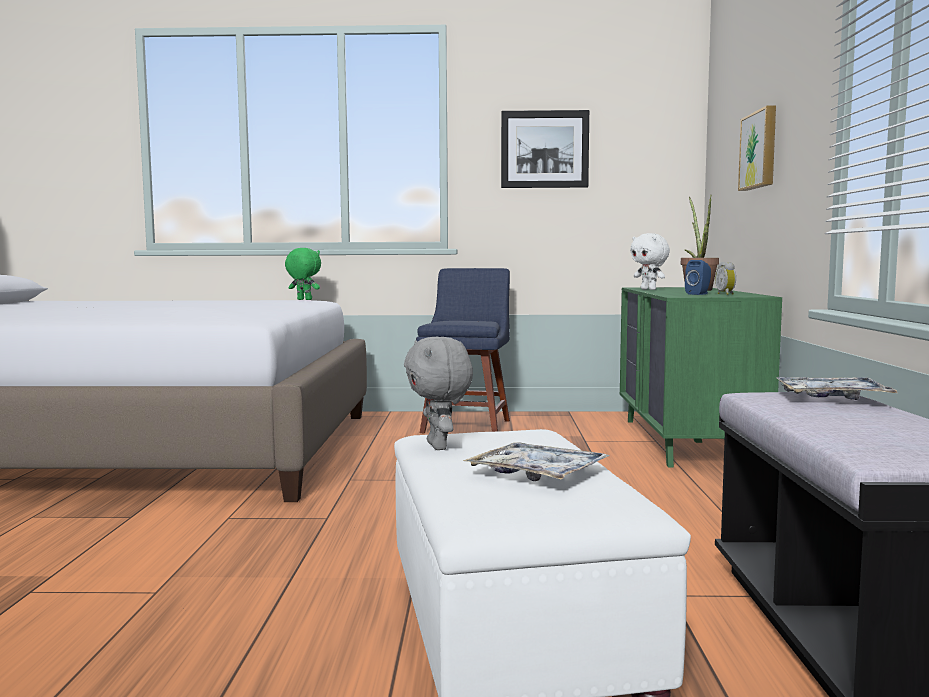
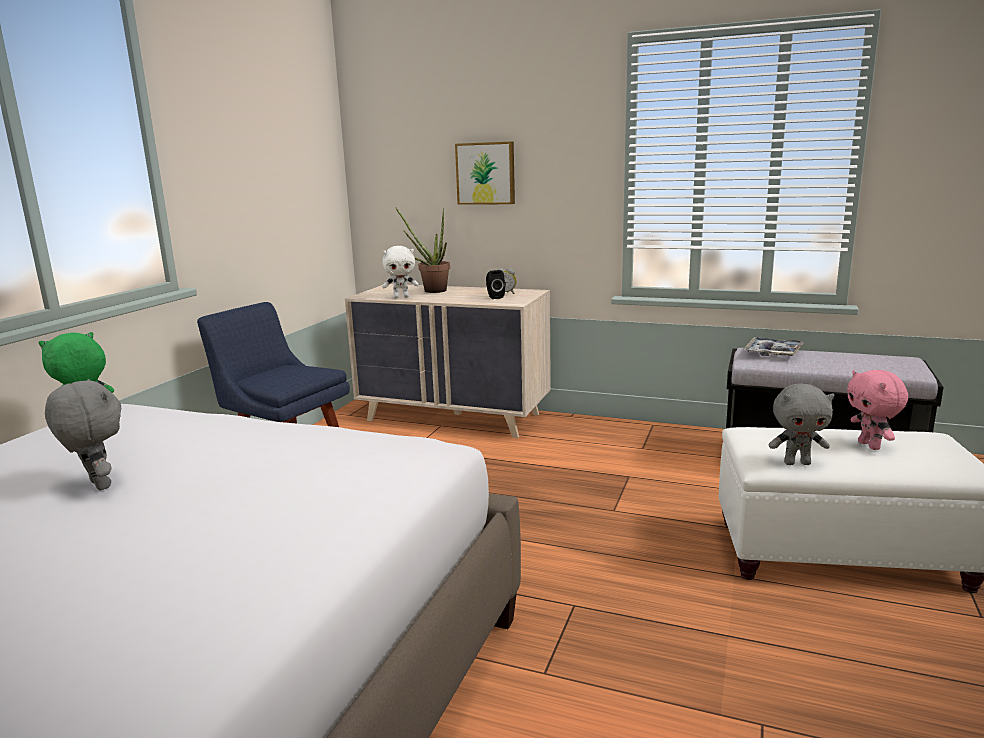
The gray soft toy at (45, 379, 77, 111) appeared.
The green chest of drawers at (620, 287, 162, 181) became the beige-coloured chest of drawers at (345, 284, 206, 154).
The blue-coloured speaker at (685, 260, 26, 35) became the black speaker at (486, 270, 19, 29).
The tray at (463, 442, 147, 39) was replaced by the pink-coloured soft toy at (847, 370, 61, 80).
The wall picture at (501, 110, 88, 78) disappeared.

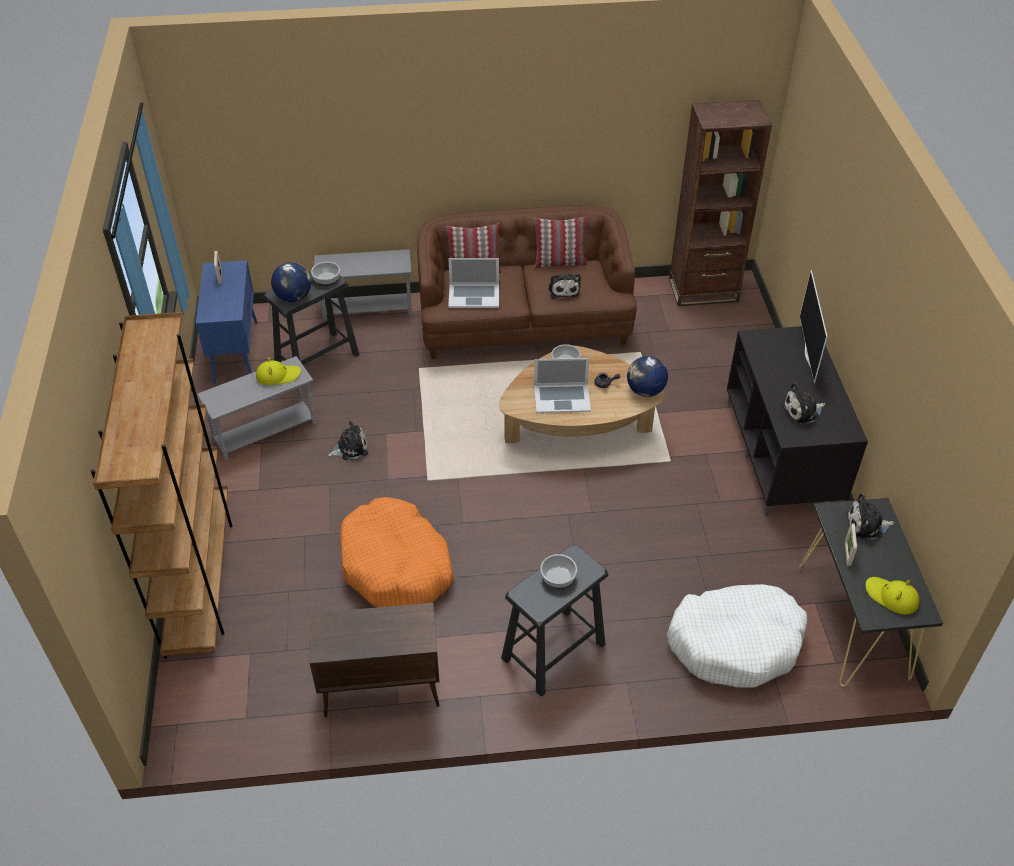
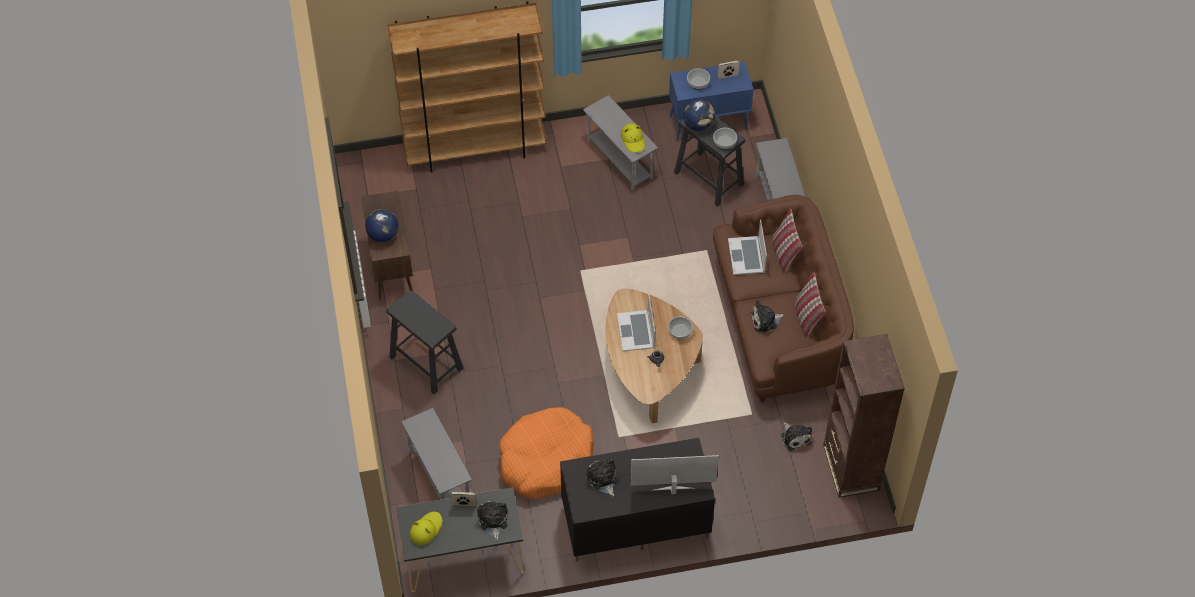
The desk globe moved from (627, 356, 41, 41) to (365, 209, 33, 33).
The whitish dog cushion at (667, 584, 141, 104) was replaced by the gray end table at (402, 408, 70, 92).
The orangey dog cushion moved from (340, 497, 114, 110) to (500, 407, 94, 92).
The serving bowl moved from (540, 554, 37, 34) to (687, 68, 23, 22).
The soft toy moved from (328, 421, 40, 39) to (781, 422, 31, 29).

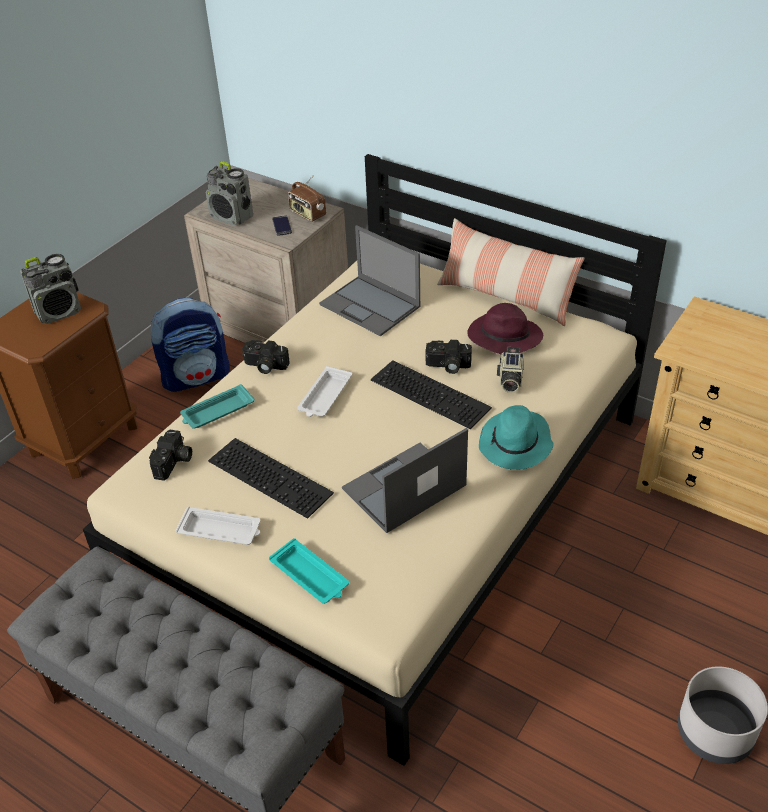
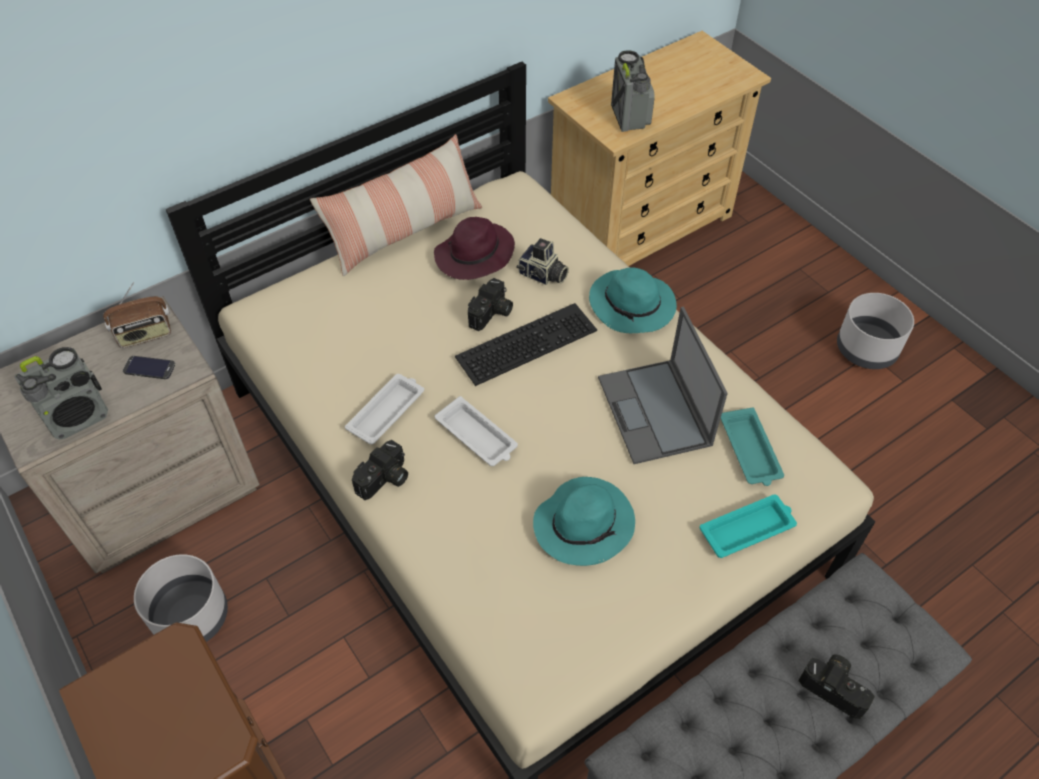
The rucksack at (150, 297, 80, 95) was replaced by the gray planter at (134, 554, 94, 88).
The whitish tray moved from (176, 507, 84, 38) to (345, 374, 79, 71).
The keyboard at (208, 438, 126, 81) was replaced by the blue-green clothing hat at (533, 477, 102, 89).
The radio receiver moved from (20, 254, 61, 70) to (611, 50, 44, 82).
The blue-green tray moved from (180, 384, 75, 45) to (721, 407, 63, 79).
The still camera moved from (149, 429, 43, 52) to (799, 654, 76, 65).
The notebook computer at (319, 225, 102, 111) disappeared.

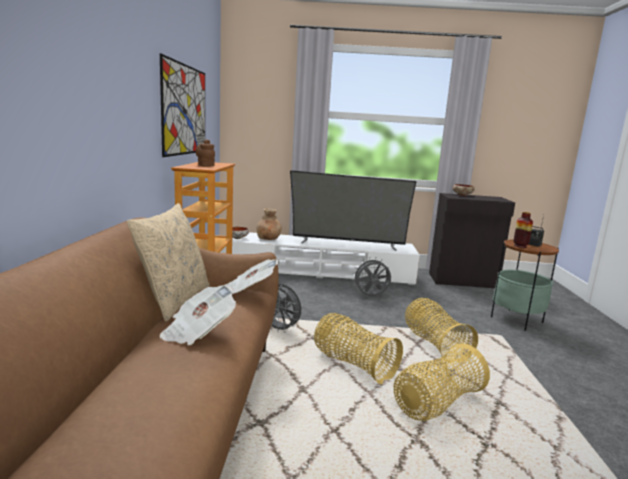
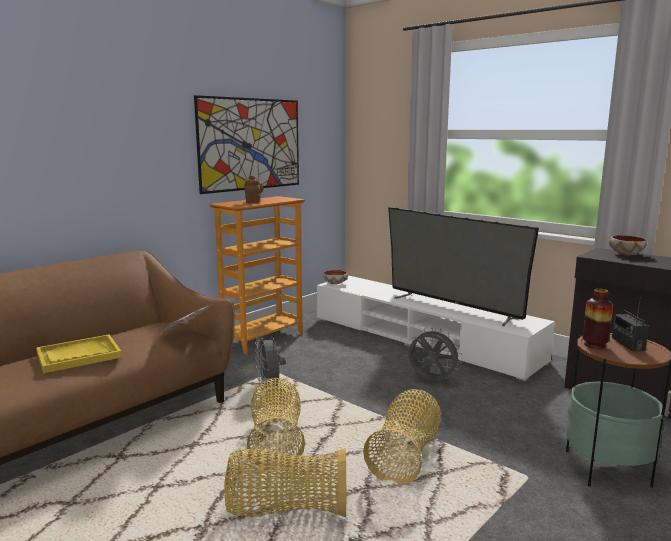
The newspaper at (160, 285, 76, 60) was replaced by the yellow-coloured tray at (36, 334, 86, 39).
The beige-coloured pillow at (127, 203, 83, 118) disappeared.
The brown flower vase at (256, 209, 26, 31) disappeared.

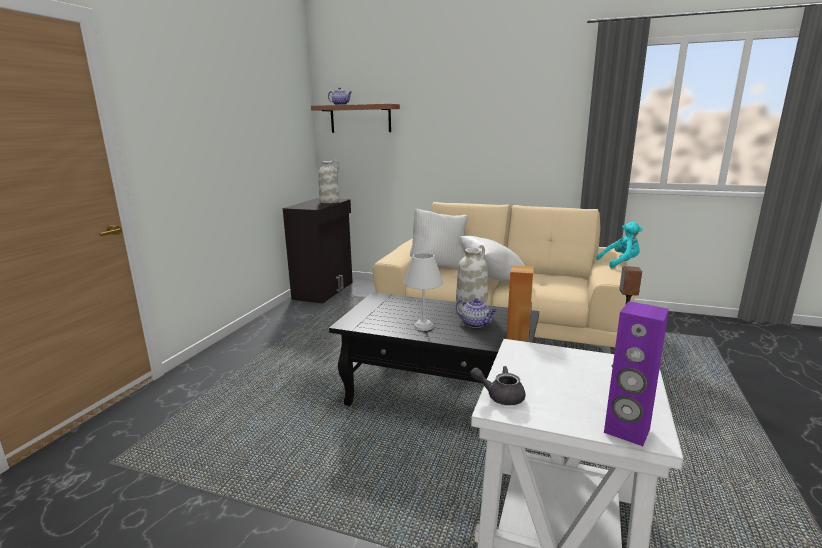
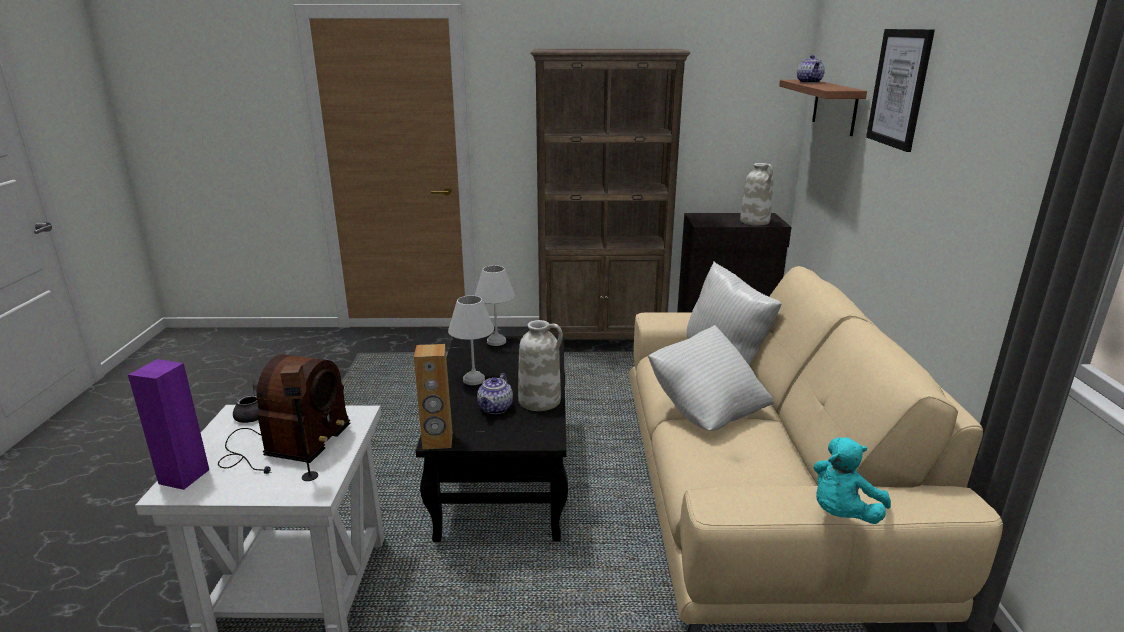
The radio receiver at (218, 354, 133, 120) appeared.
The whitish tabletop lamp at (475, 265, 40, 81) appeared.
The brown bookshelf at (531, 49, 159, 291) appeared.
The blue-green soft toy at (596, 222, 47, 47) turned 75 degrees clockwise.
The wall picture at (866, 29, 69, 123) appeared.

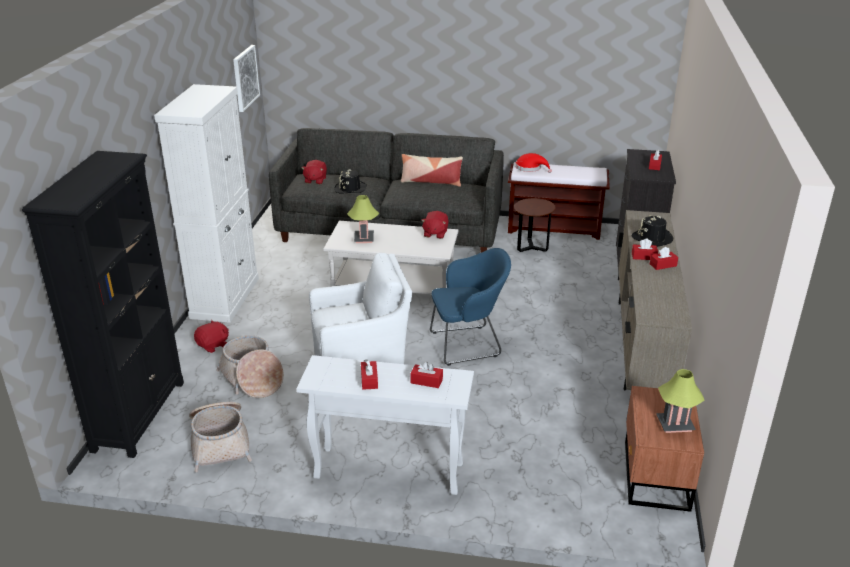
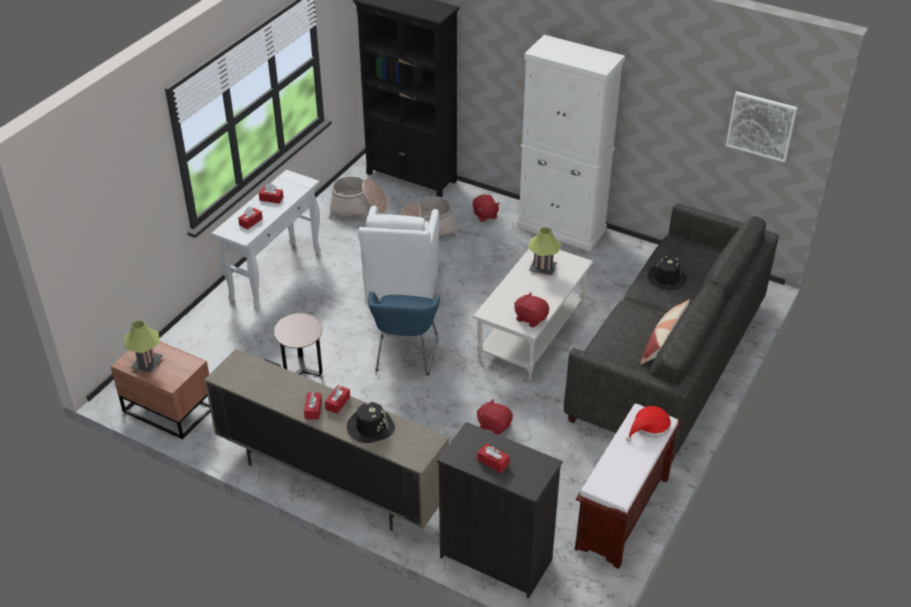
The brown end table moved from (514, 198, 42, 54) to (274, 313, 49, 63).
The red-coloured soft toy moved from (301, 160, 26, 24) to (477, 399, 36, 36).

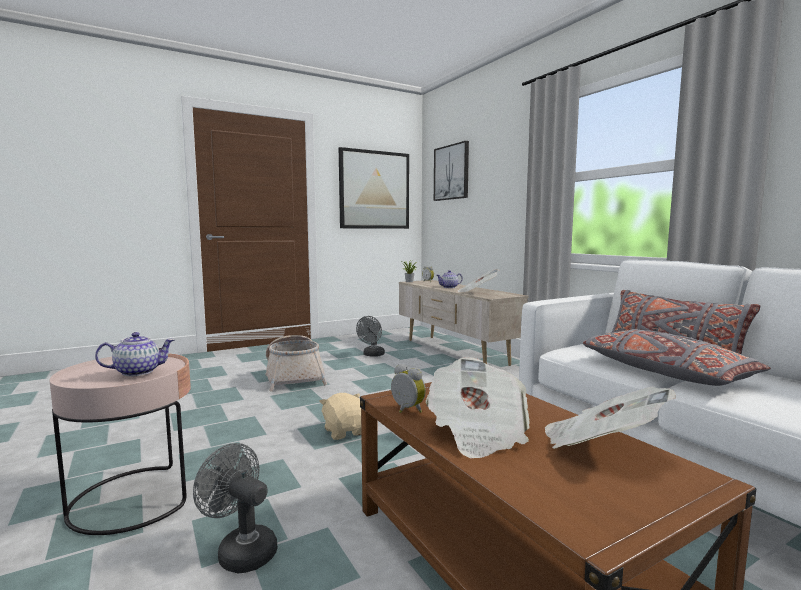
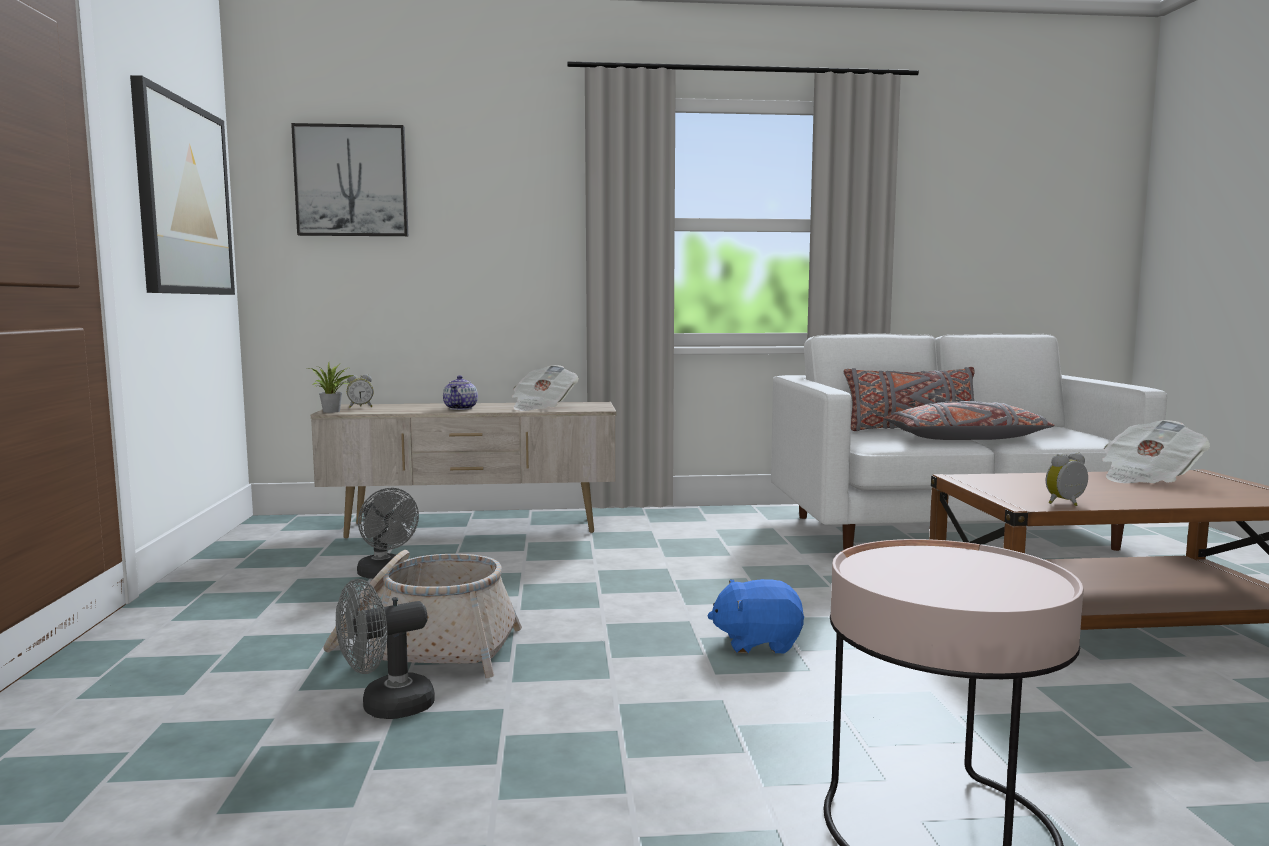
The gray electric fan moved from (193, 443, 84, 131) to (336, 579, 98, 140).
The beige-coloured soft toy at (319, 393, 43, 47) became the blue-coloured soft toy at (707, 579, 97, 74).
The pot for tea at (95, 332, 80, 44) disappeared.
The newspaper at (426, 357, 104, 101) disappeared.

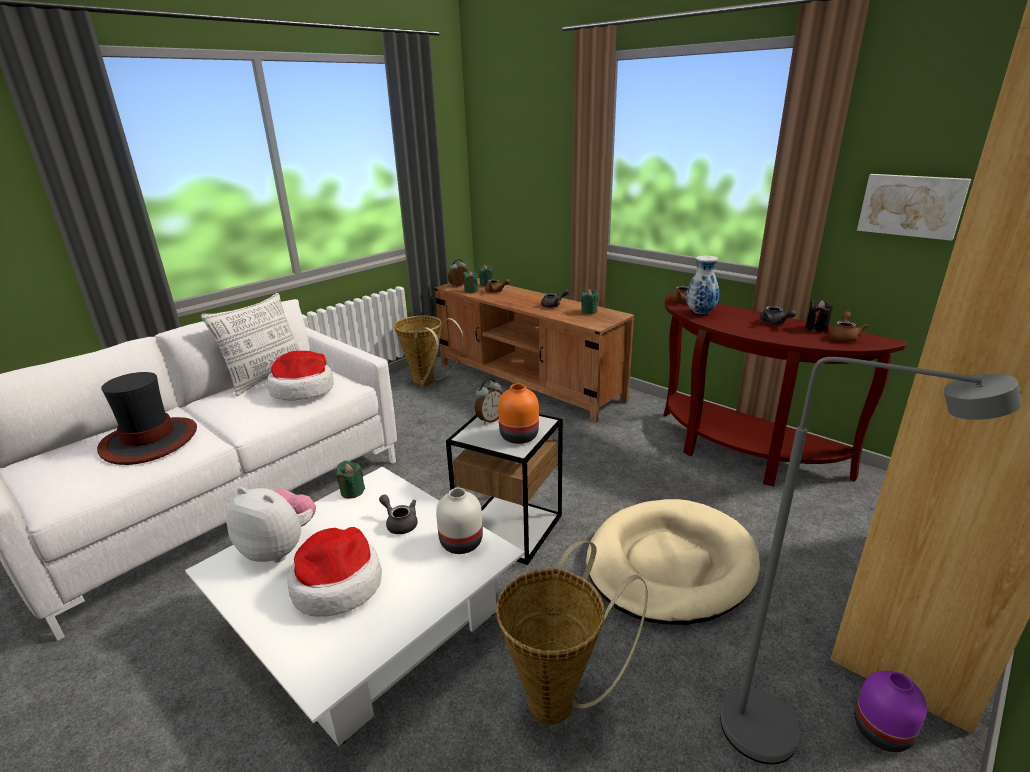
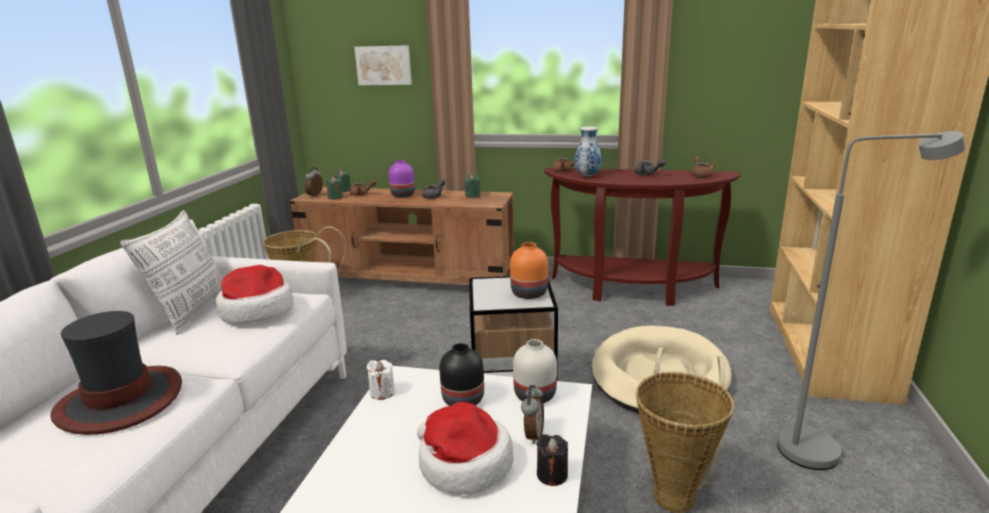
The wall picture moved from (857, 174, 114, 67) to (354, 45, 58, 40).
The green wax candle at (336, 461, 29, 38) became the whitish wax candle at (367, 360, 28, 40).
The purple flower vase moved from (855, 671, 72, 81) to (389, 160, 26, 37).
The gray pot for tea at (379, 494, 39, 40) was replaced by the black flower vase at (439, 343, 45, 63).
The bedside clock moved from (475, 378, 28, 47) to (521, 385, 23, 59).
The black wax candle moved from (805, 300, 28, 33) to (536, 434, 32, 52).
The soft toy at (226, 487, 90, 75) disappeared.

